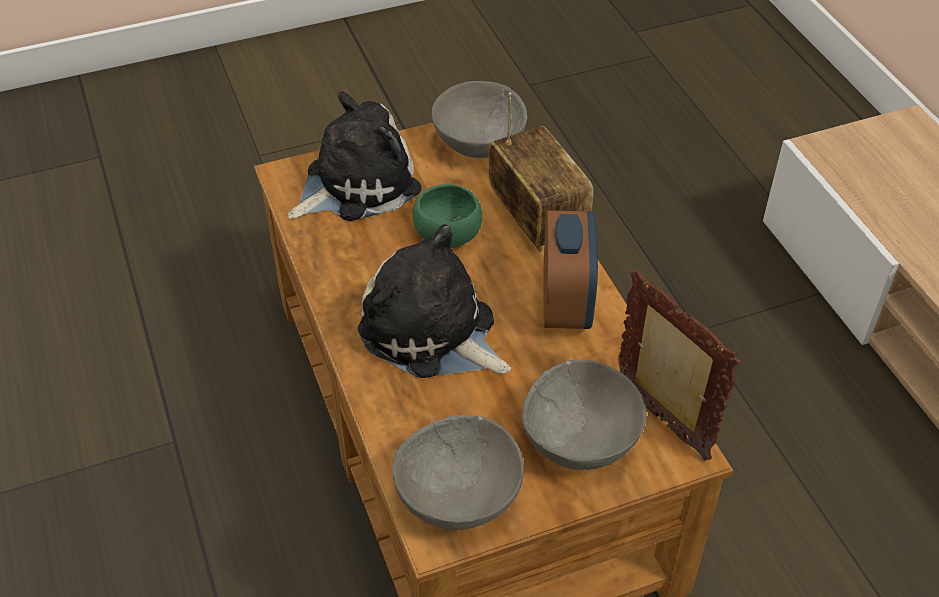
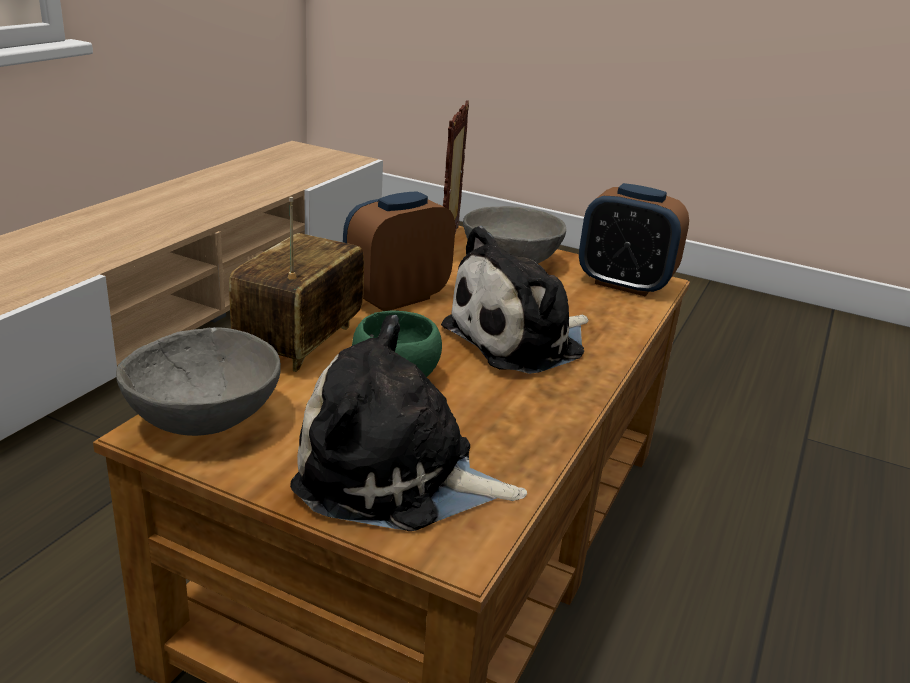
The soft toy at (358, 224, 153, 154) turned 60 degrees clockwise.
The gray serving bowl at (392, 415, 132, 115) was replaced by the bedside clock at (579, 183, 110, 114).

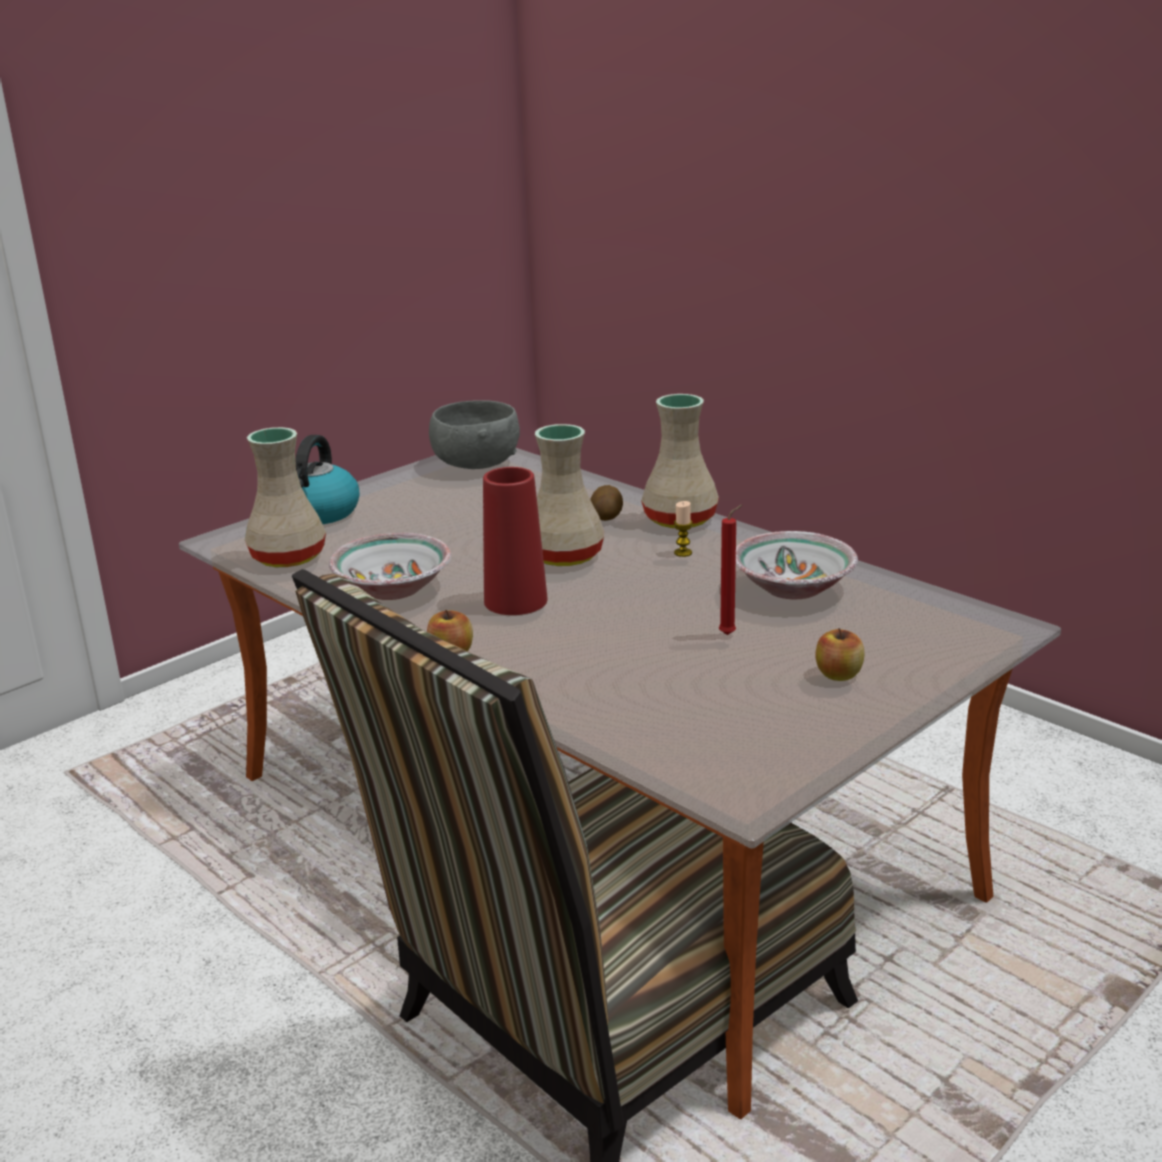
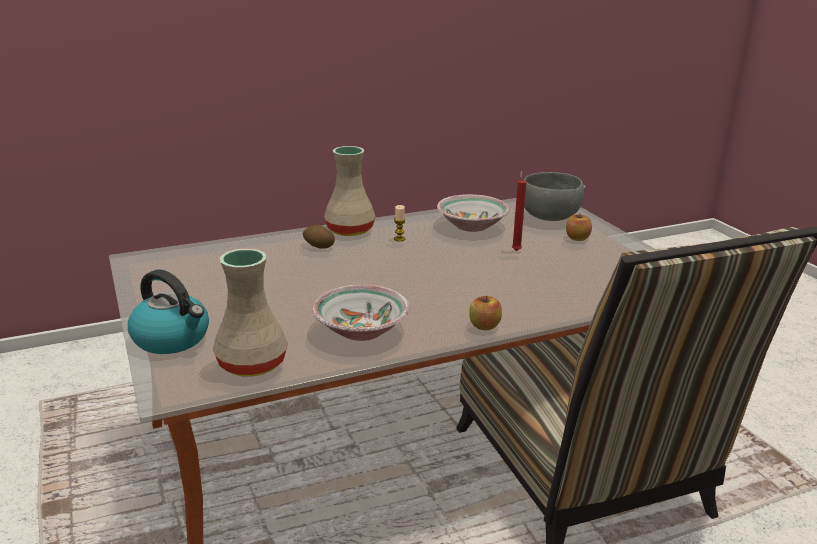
The gray serving bowl moved from (429, 400, 91, 69) to (524, 172, 62, 49).
The red-coloured flower vase at (483, 467, 65, 148) disappeared.
The beige-coloured flower vase at (535, 424, 69, 142) disappeared.

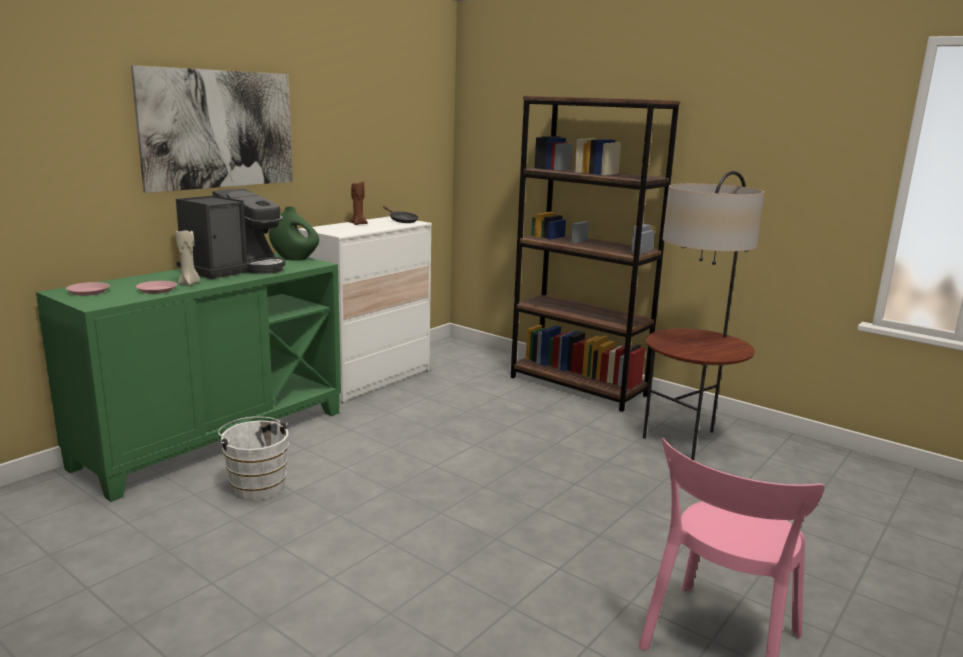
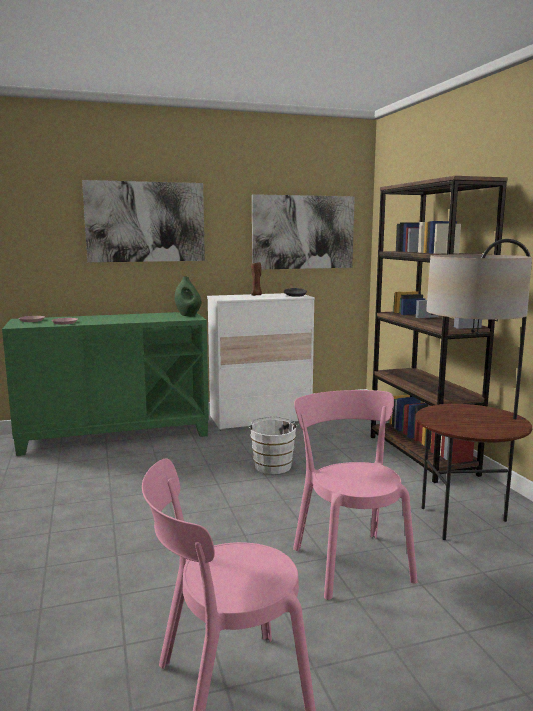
The whitish pail moved from (218, 417, 71, 84) to (248, 417, 51, 57).
The wall picture at (252, 194, 103, 75) appeared.
The pink-coloured upright chair at (293, 390, 125, 210) appeared.
The beige-coloured wax candle at (175, 230, 25, 55) disappeared.
The coffee brewer at (176, 188, 109, 91) disappeared.

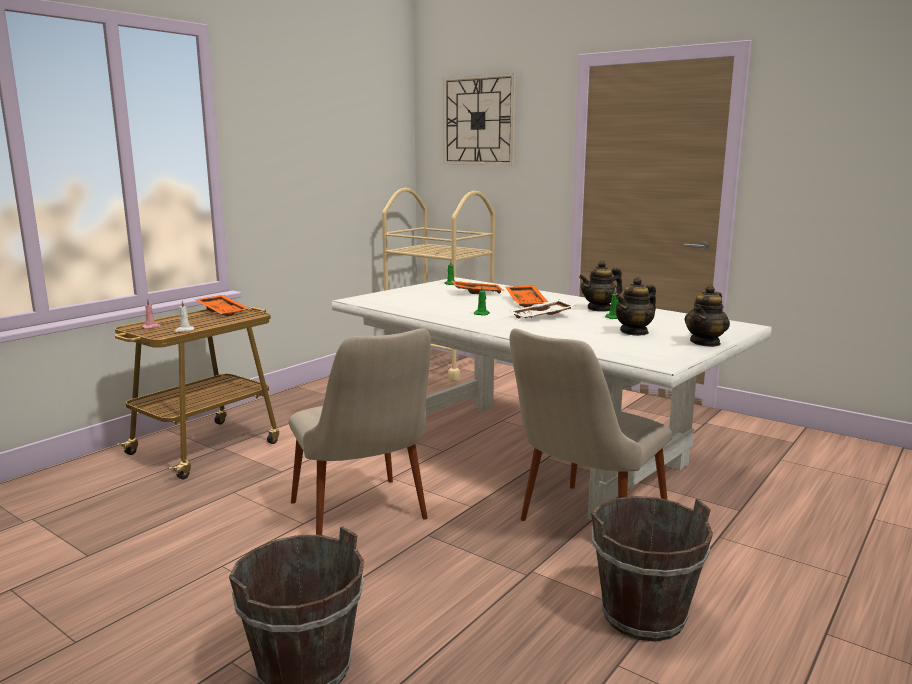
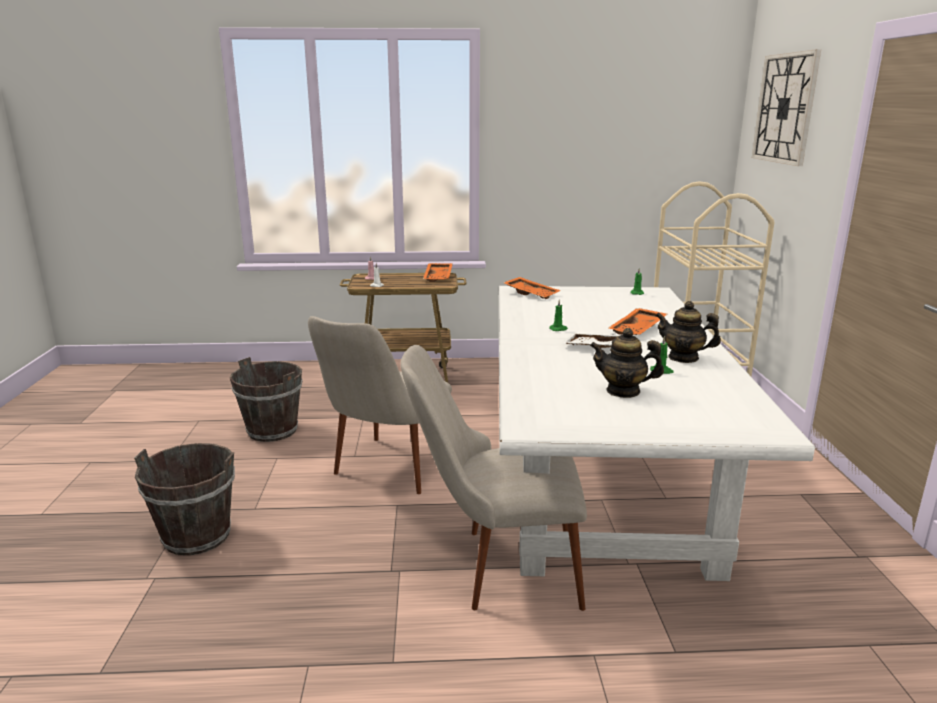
The brown pail moved from (591, 496, 122, 145) to (230, 357, 73, 85).
The orangey tray moved from (450, 280, 54, 14) to (503, 277, 58, 22).
The pot for tea at (684, 285, 46, 62) disappeared.

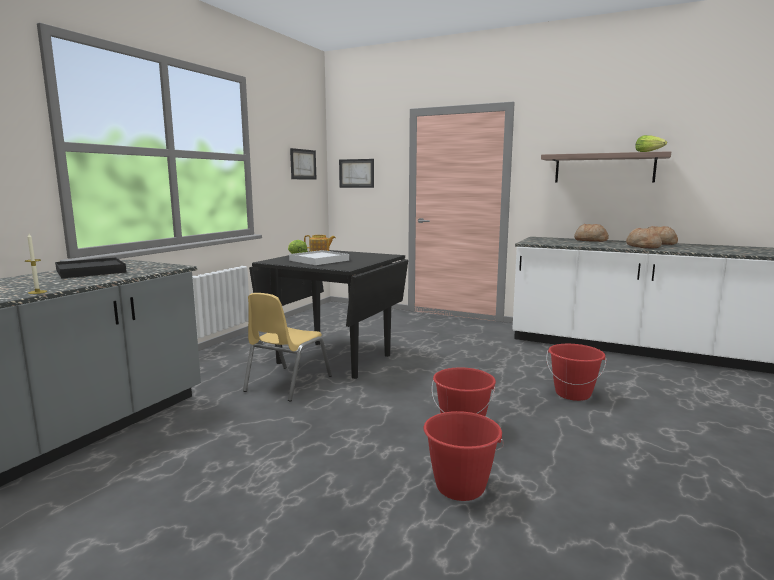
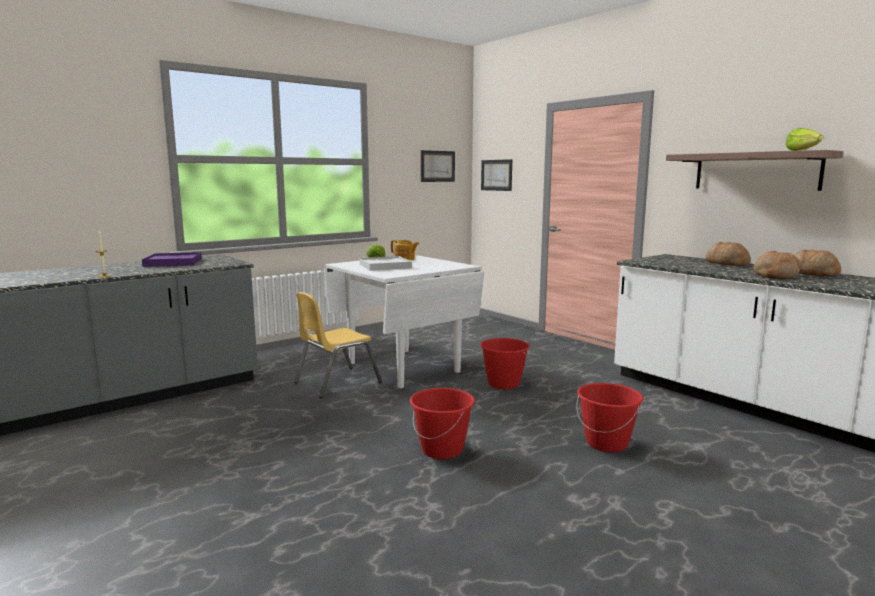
The black tray at (55, 257, 72, 21) became the purple tray at (142, 252, 60, 15).
The black dinner table at (249, 250, 159, 129) became the whitish dinner table at (324, 255, 160, 133).
The red-coloured pail moved from (424, 411, 80, 90) to (480, 338, 50, 51).

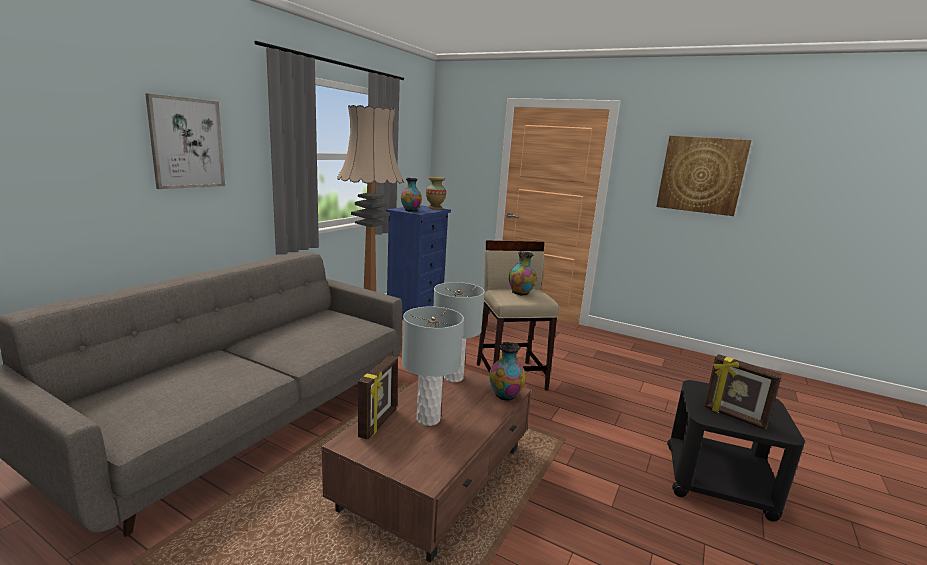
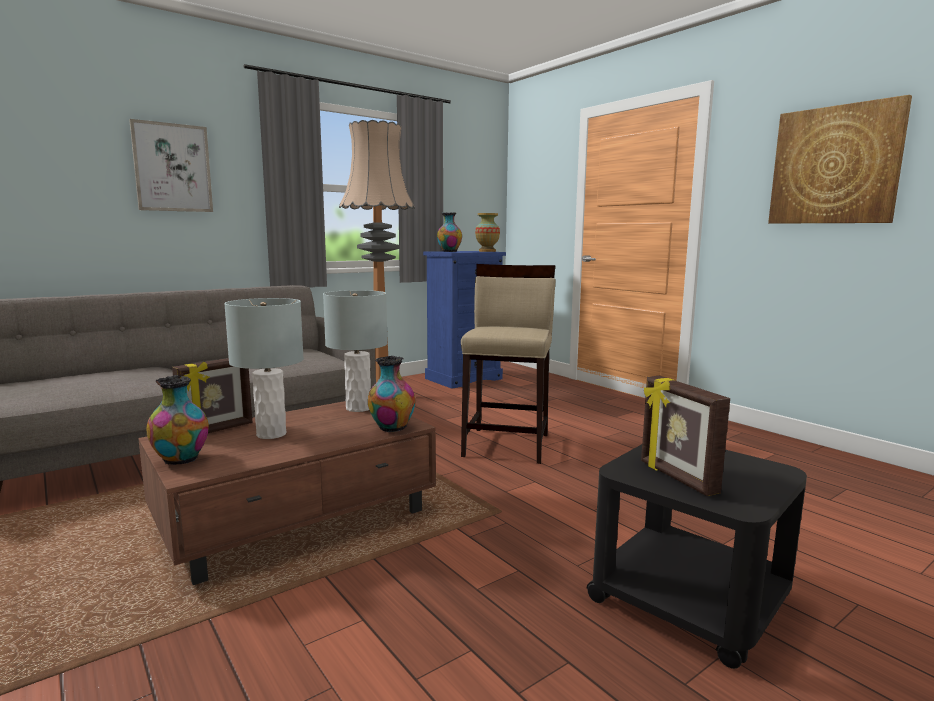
The flower vase moved from (509, 251, 28, 44) to (147, 375, 62, 90).

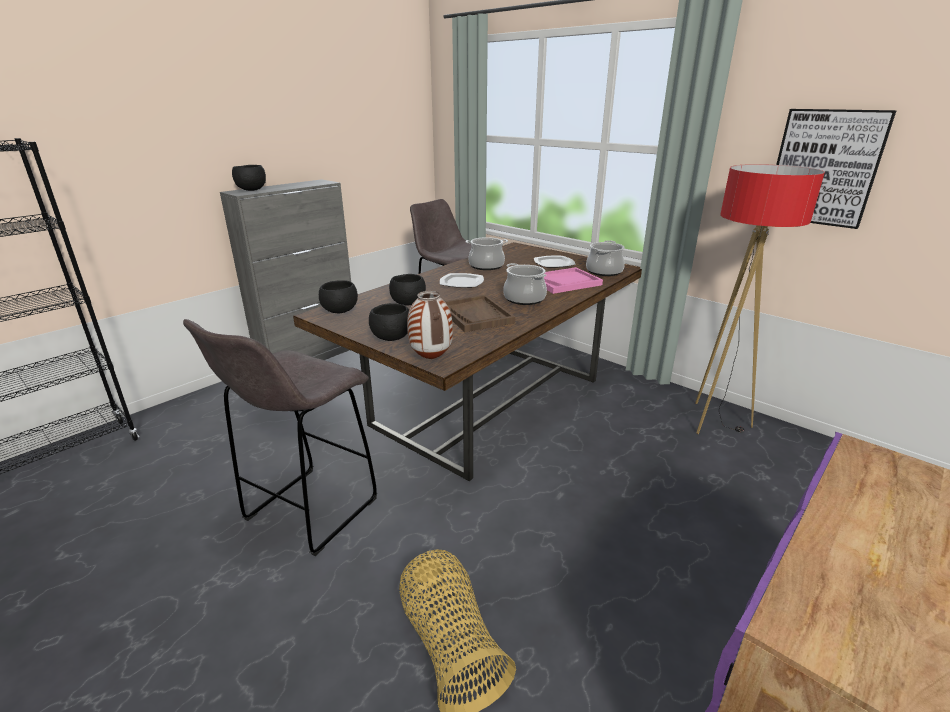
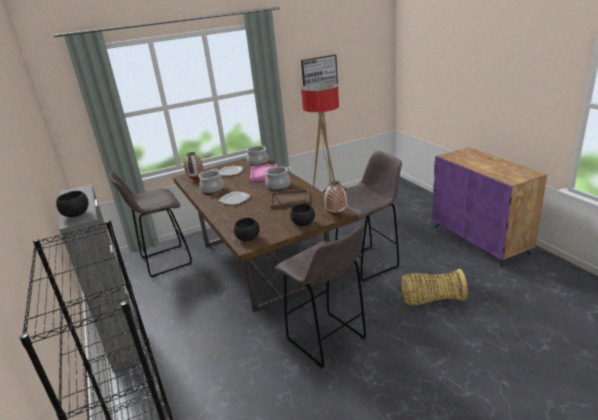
The flower vase at (184, 152, 20, 28) appeared.
The gray sitting stool at (335, 151, 67, 131) appeared.
The black serving bowl at (389, 274, 37, 31) disappeared.

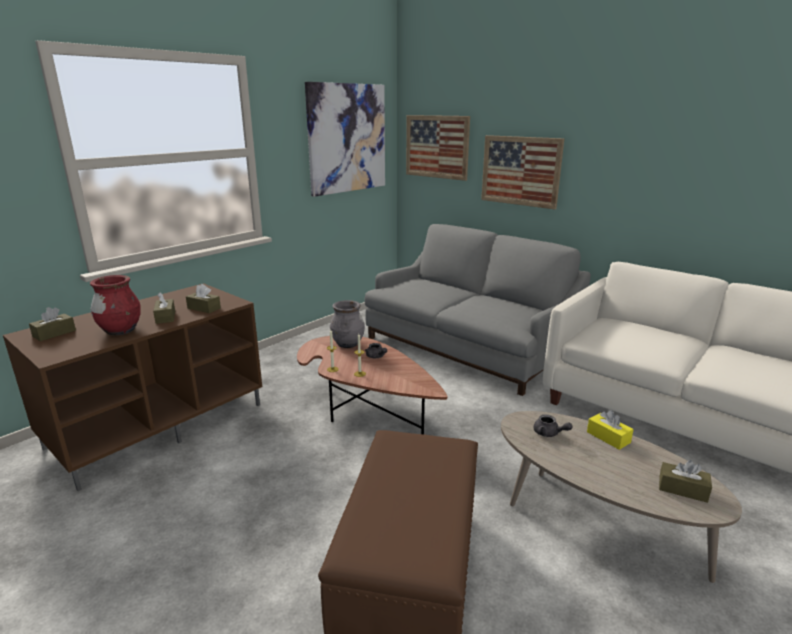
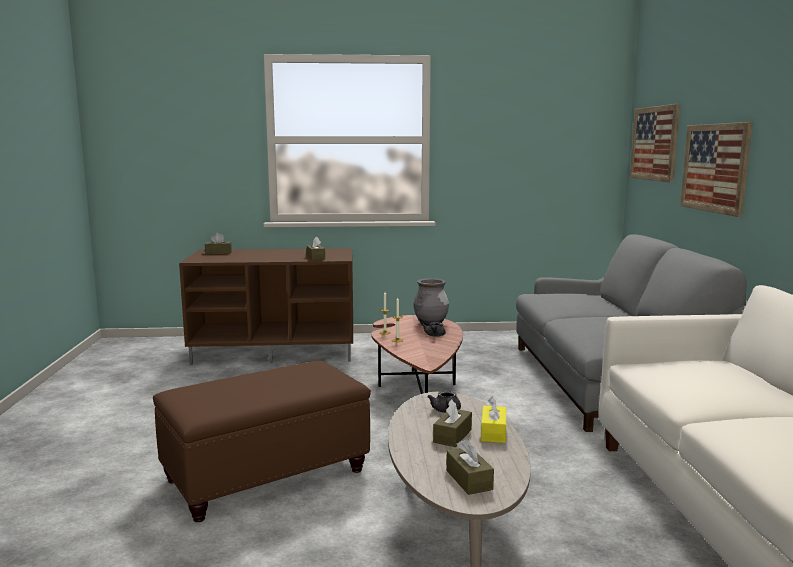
The brown tissue box moved from (153, 292, 22, 32) to (433, 399, 39, 48).
The red-coloured flower vase at (90, 275, 51, 60) disappeared.
The wall picture at (305, 82, 80, 115) disappeared.

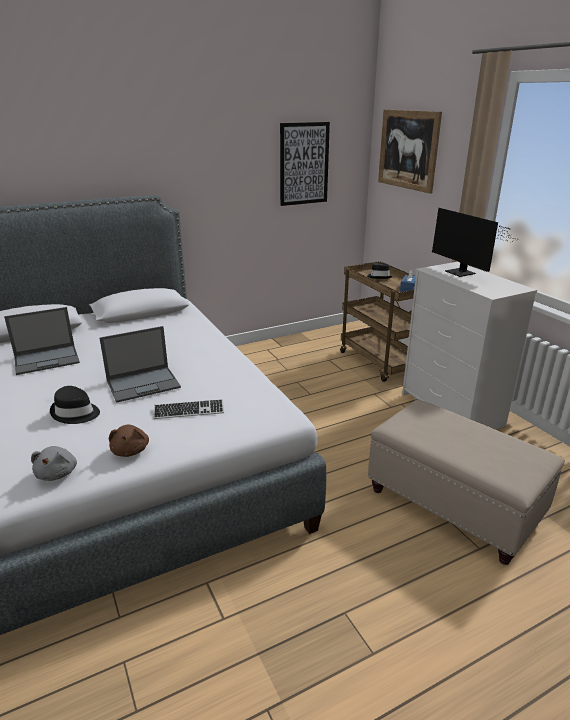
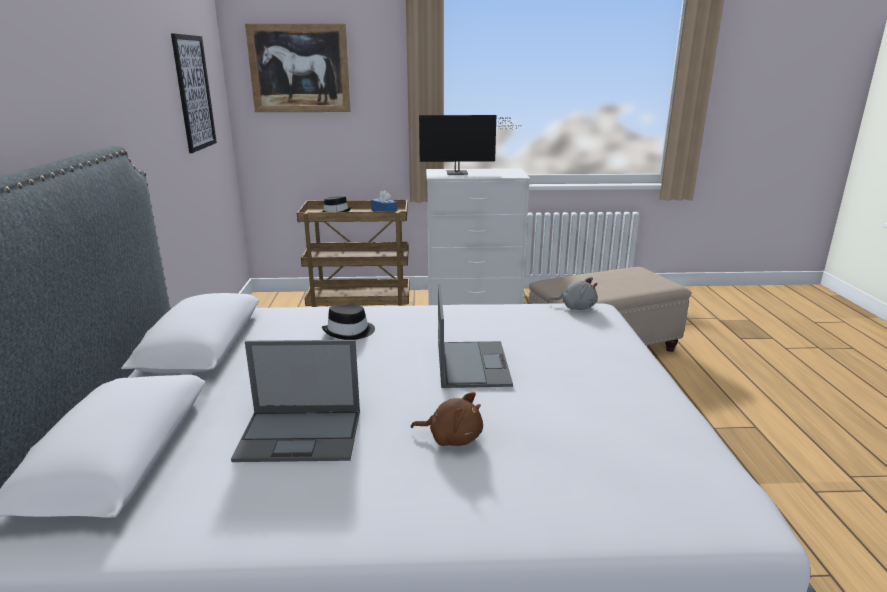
The notebook computer at (4, 307, 76, 68) turned 90 degrees clockwise.
The black clothing hat moved from (50, 386, 50, 38) to (322, 304, 53, 36).
The brown soft toy moved from (109, 425, 40, 32) to (411, 392, 72, 54).
The gray soft toy moved from (31, 446, 46, 35) to (548, 277, 50, 33).
The keyboard at (154, 399, 70, 20) disappeared.

